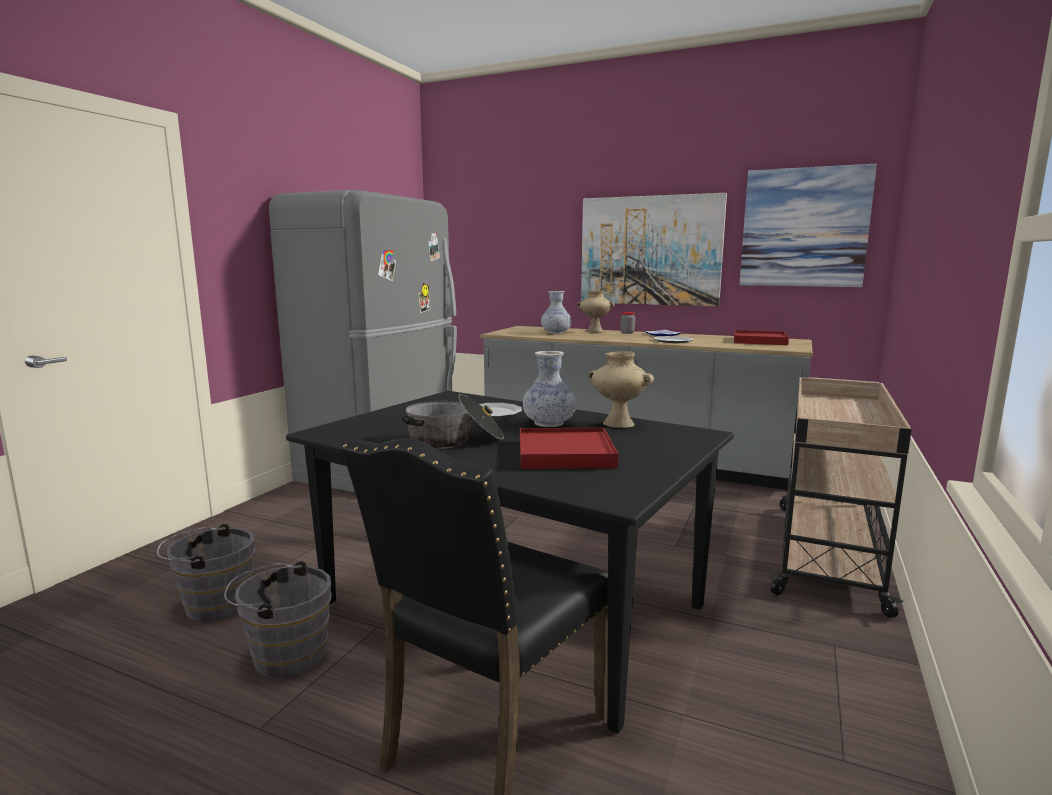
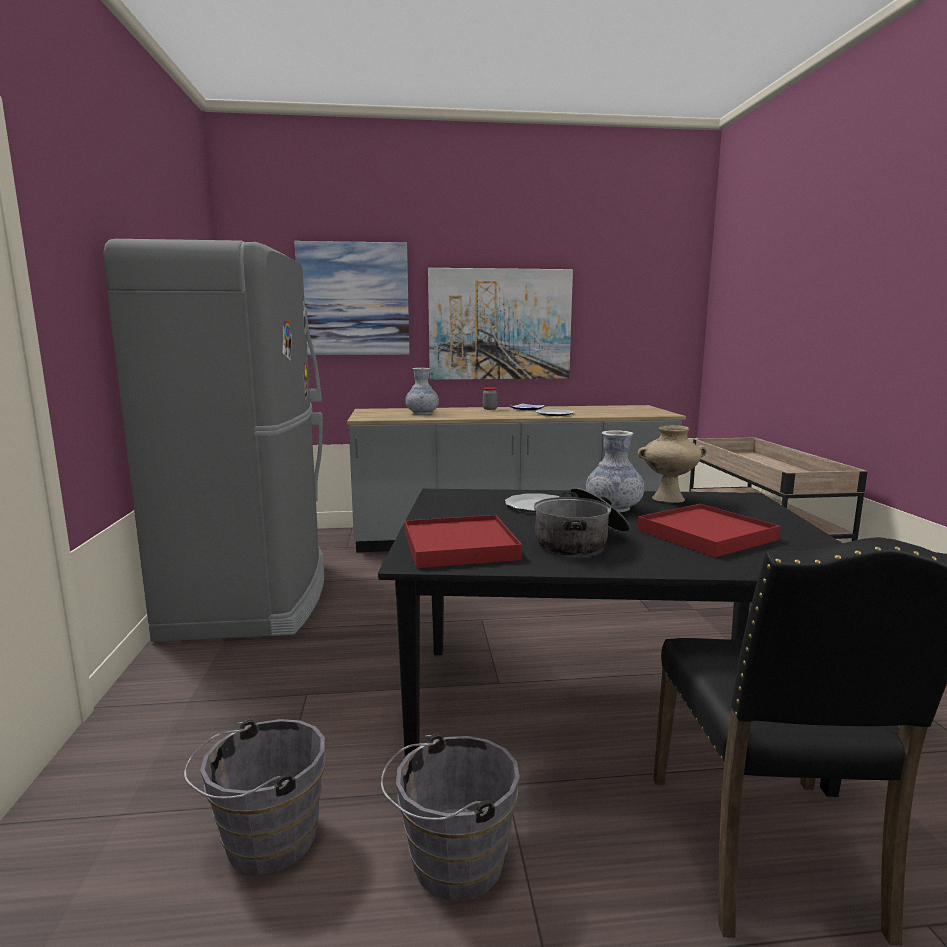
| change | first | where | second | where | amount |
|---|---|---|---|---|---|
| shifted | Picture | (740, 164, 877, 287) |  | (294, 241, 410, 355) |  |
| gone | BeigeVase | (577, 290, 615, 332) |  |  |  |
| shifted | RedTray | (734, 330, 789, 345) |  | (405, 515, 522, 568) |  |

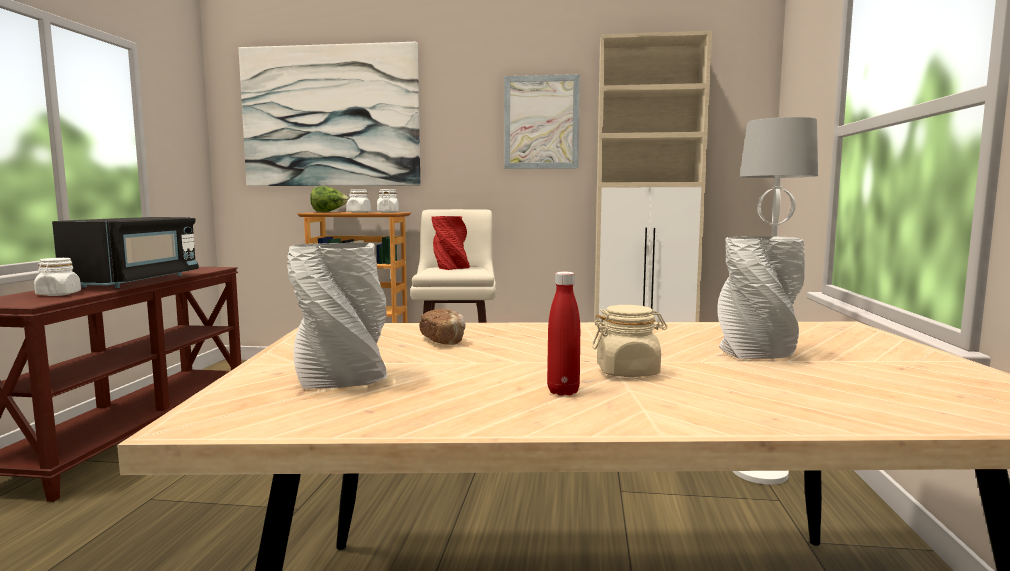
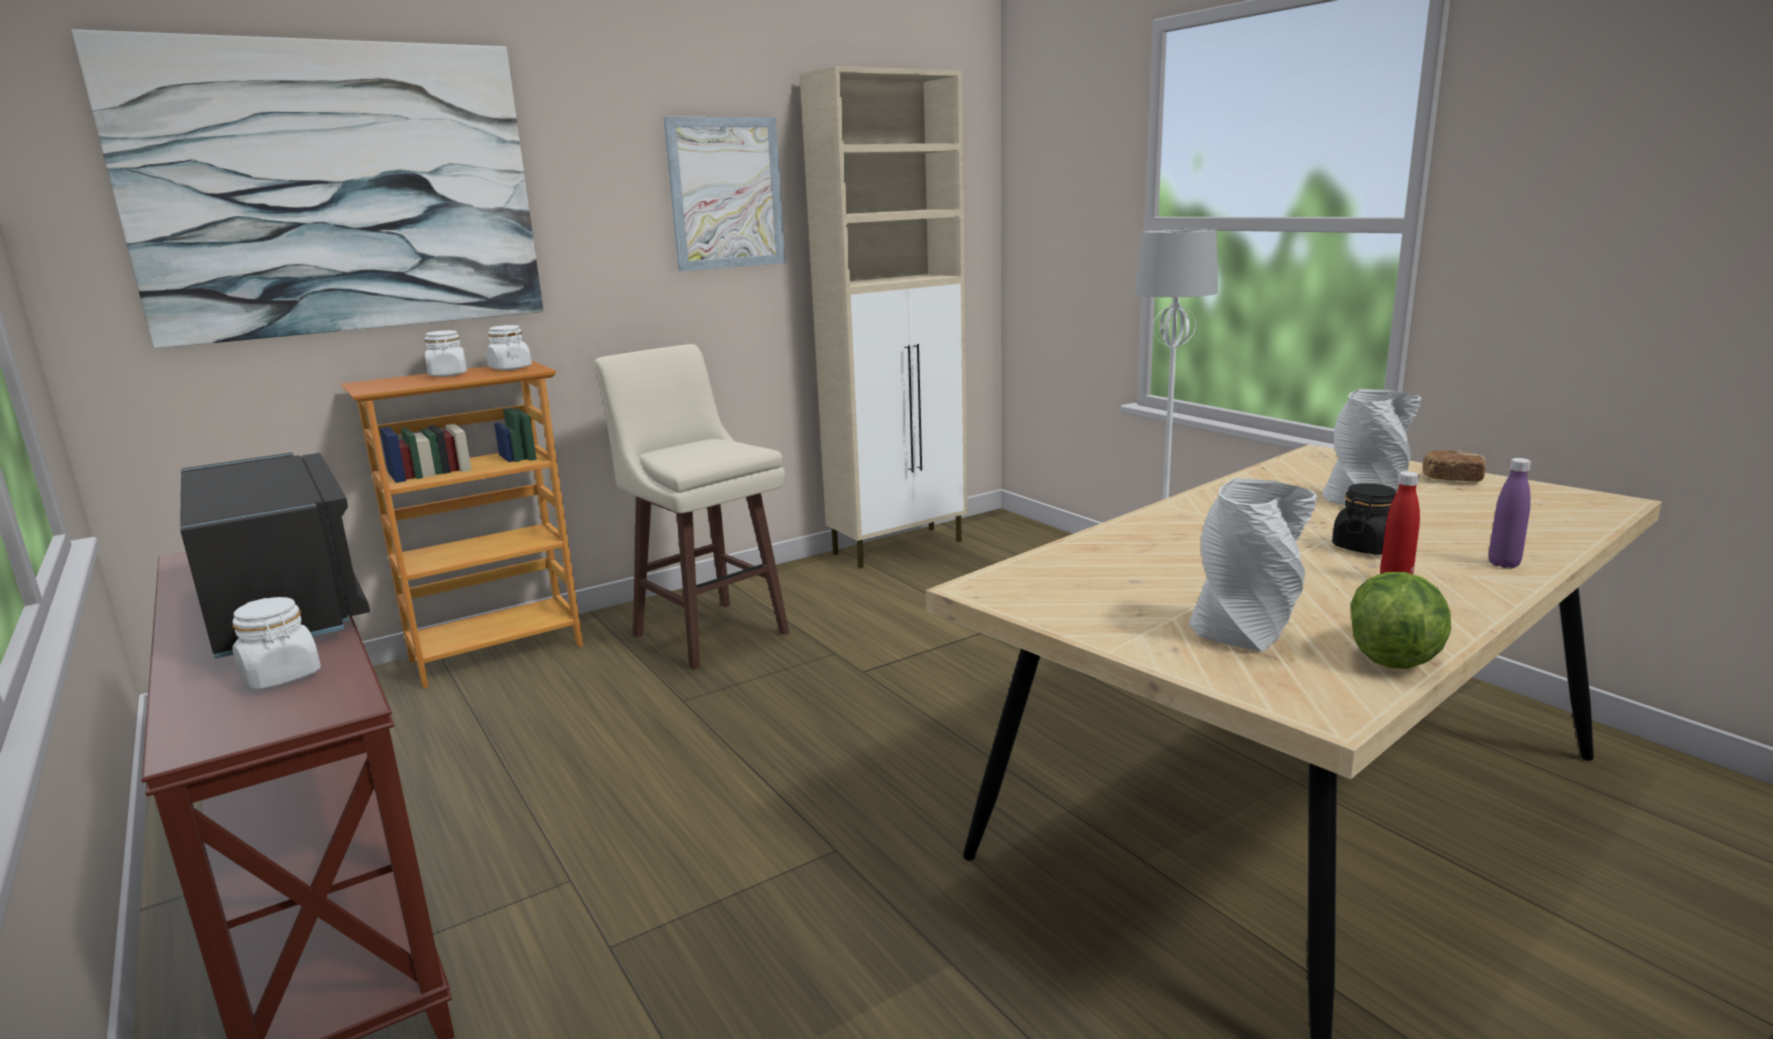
| change | first | where | second | where | amount |
|---|---|---|---|---|---|
| shifted | Lettuce | (310, 186, 349, 212) |  | (1351, 572, 1451, 669) |  |
| gone | RedVase | (431, 216, 470, 270) |  |  |  |
| repainted | BeigeJar | (592, 305, 667, 377) | BlackJar | (1332, 483, 1396, 554) |  |
| shifted | Bread | (419, 309, 466, 345) |  | (1423, 450, 1486, 482) |  |
| new |  |  | PurpleBottle | (1489, 458, 1531, 568) |  |

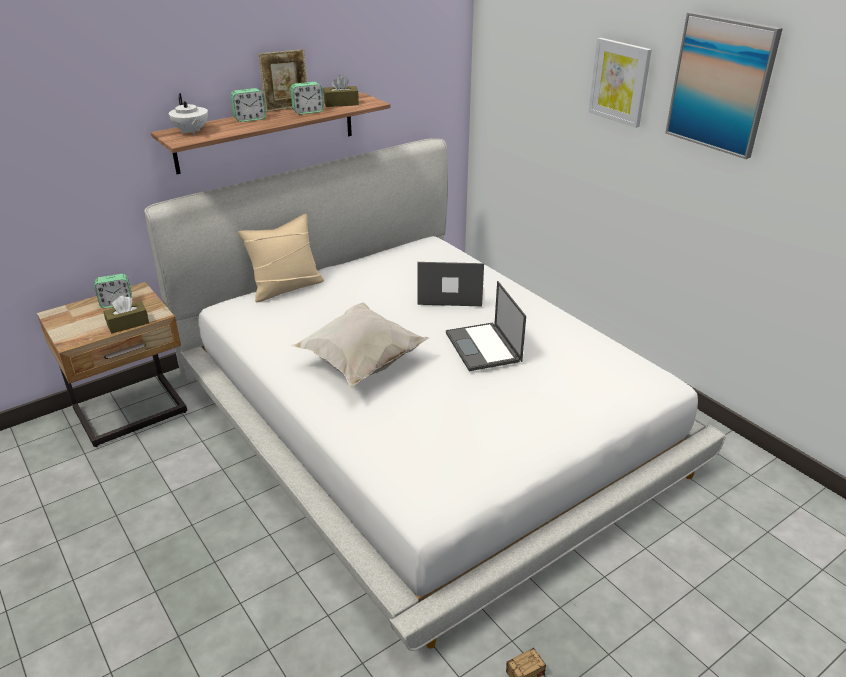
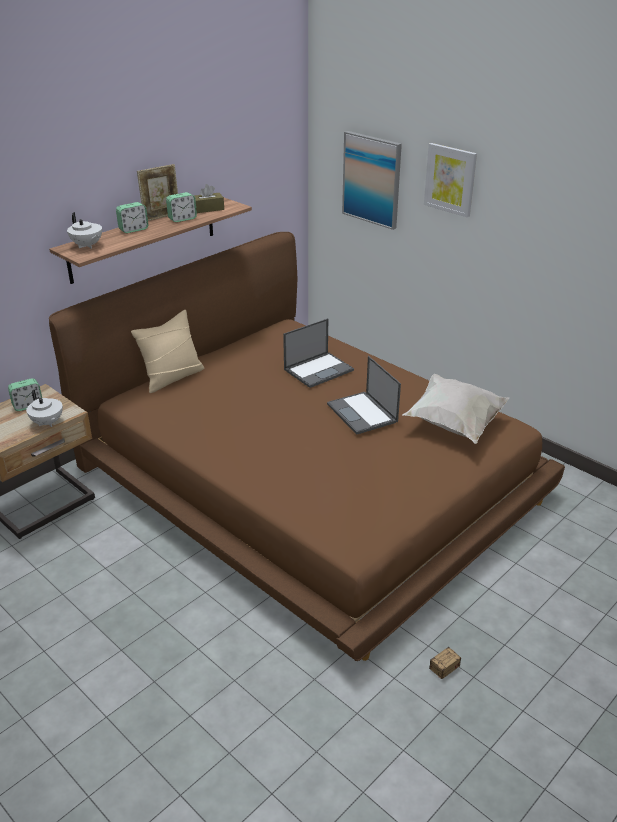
| change | first | where | second | where | amount |
|---|---|---|---|---|---|
| shifted | Picture | (665, 12, 783, 159) |  | (342, 131, 402, 230) |  |
| repainted | WhiteBed | (144, 139, 726, 651) | BrownBed | (49, 232, 565, 661) |  |
| rotated | Laptop | (417, 262, 484, 306) |  | (283, 318, 354, 388) | 150 degrees clockwise |
| swapped | BrownTissueBox | (103, 295, 149, 333) | WhiteTeapot | (26, 390, 63, 427) |  |
| shifted | WhitePillow | (290, 302, 429, 388) |  | (402, 374, 509, 444) |  |

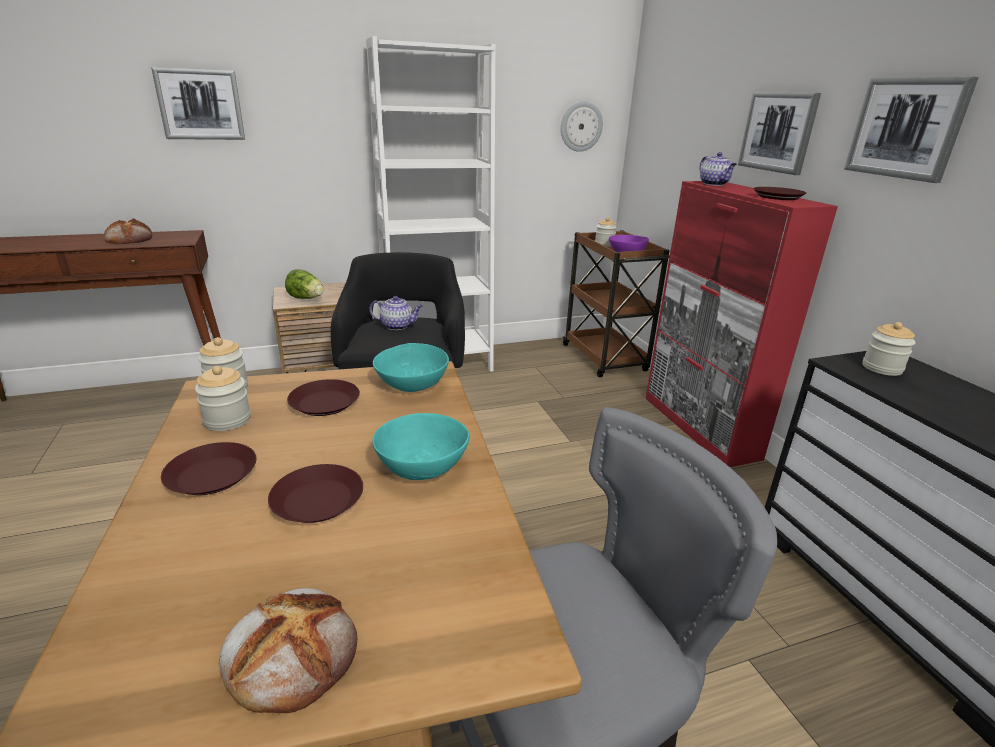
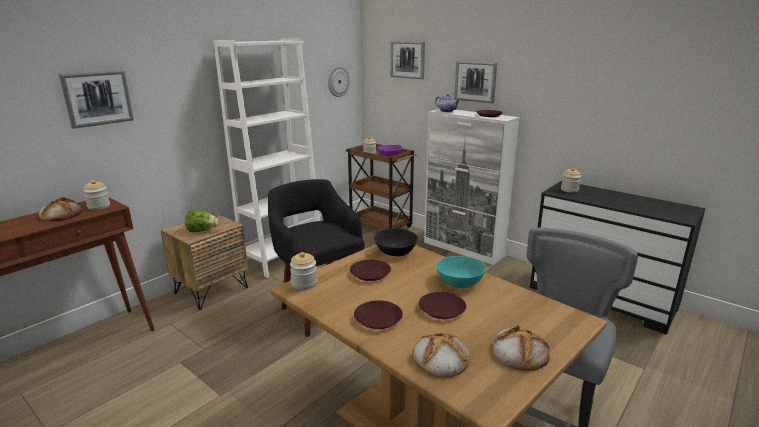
| change | first | where | second | where | amount |
|---|---|---|---|---|---|
| shifted | Picture | (844, 77, 979, 183) |  | (391, 41, 425, 79) |  |
| repainted | RedCabinet | (645, 181, 838, 467) | WhiteCabinet | (424, 109, 520, 265) |  |
| gone | Teapot | (369, 296, 423, 330) |  |  |  |
| repainted | TurquoiseBowl | (373, 343, 449, 392) | BlackBowl | (374, 229, 418, 256) |  |
| shifted | Jar | (195, 366, 251, 431) |  | (83, 180, 110, 210) |  |
| new |  |  | Bread | (412, 333, 470, 378) |  |

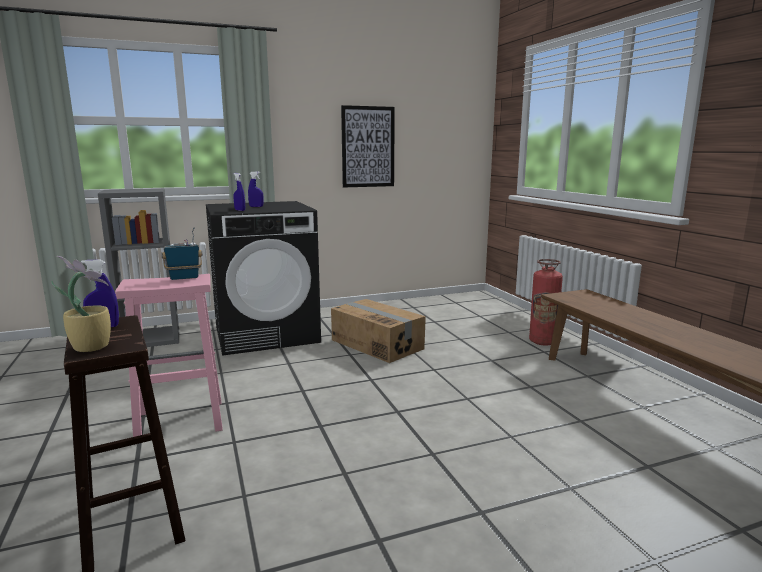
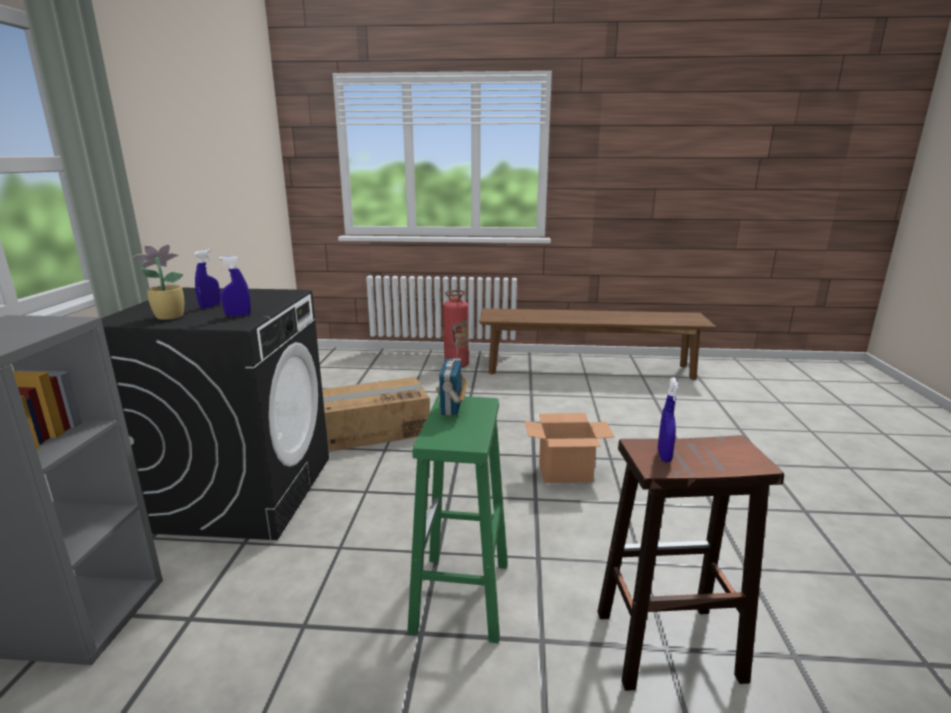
| change | first | where | second | where | amount |
|---|---|---|---|---|---|
| gone | Picture | (341, 105, 395, 188) |  |  |  |
| shifted | PottedPlant | (52, 256, 111, 352) |  | (132, 244, 184, 320) |  |
| repainted | PinkStool | (115, 274, 223, 437) | GreenStool | (407, 395, 508, 643) |  |
| new |  |  | CardboardBox | (524, 413, 615, 483) |  |

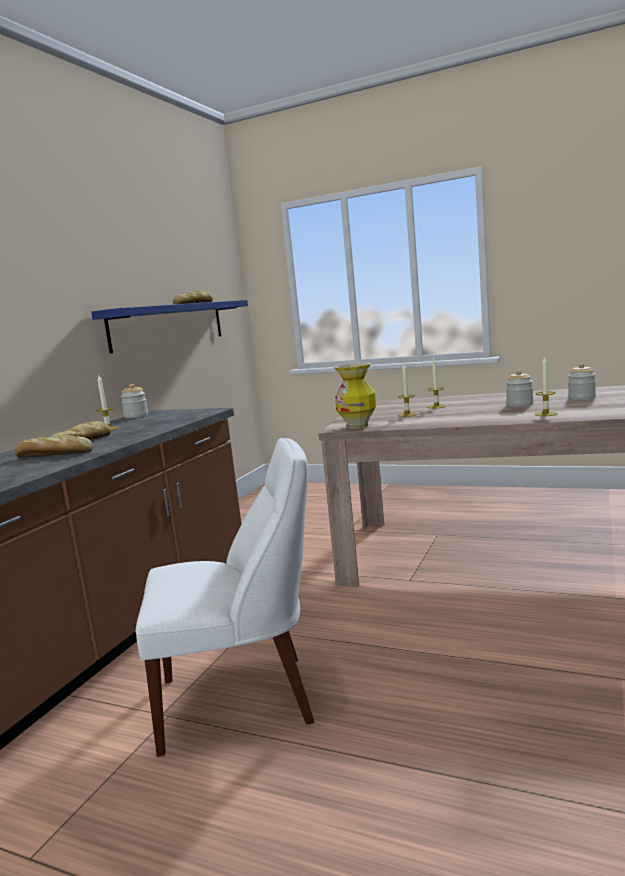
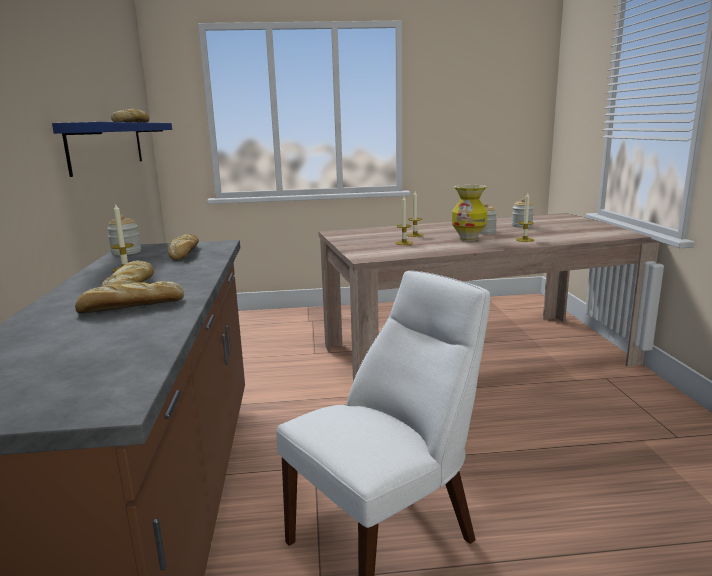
| change | first | where | second | where | amount |
|---|---|---|---|---|---|
| shifted | Vase | (334, 363, 376, 429) |  | (452, 185, 487, 241) |  |
| new |  |  | Bread | (168, 234, 199, 260) |  |

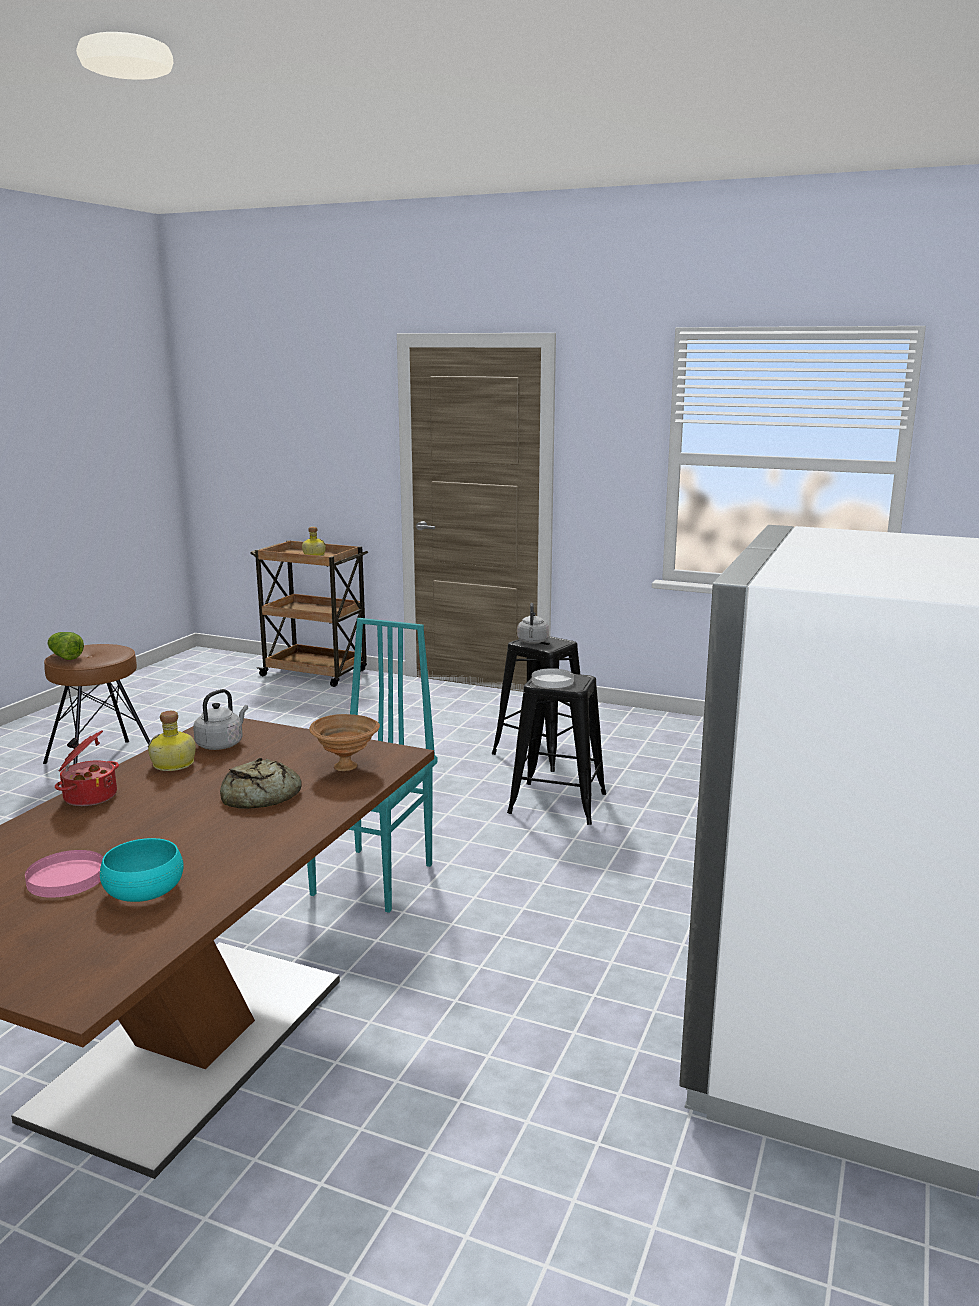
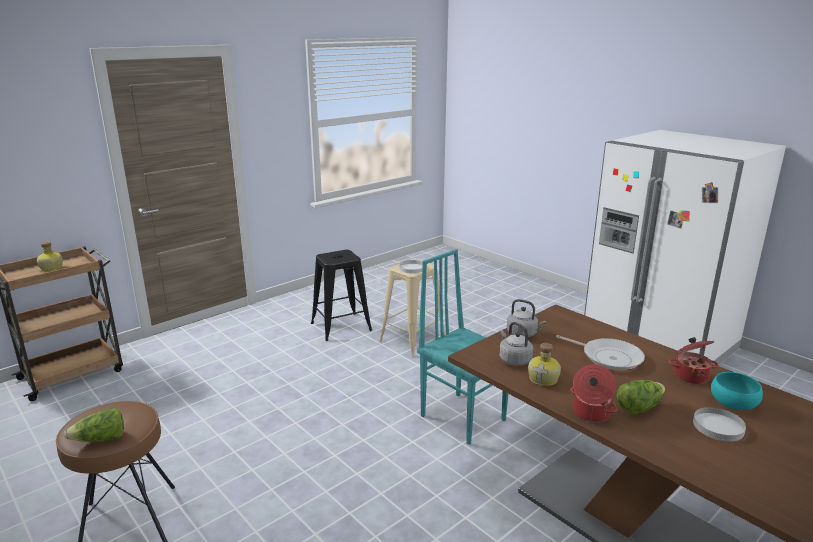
| change | first | where | second | where | amount |
|---|---|---|---|---|---|
| shifted | GreyKettle | (517, 603, 549, 644) |  | (507, 299, 546, 337) |  |
| repainted | BlackStool | (507, 674, 606, 825) | BeigeStool | (379, 259, 445, 356) |  |
| gone | BrownBowl | (309, 714, 380, 771) |  |  |  |
| swapped | Bread | (220, 758, 302, 809) | FryingPan | (556, 335, 645, 371) |  |
| repainted | PinkPlate | (25, 850, 103, 898) | WhitePlate | (693, 407, 746, 442) |  |
| new |  |  | CookingPot | (669, 337, 719, 384) |  |
| new |  |  | Lettuce | (616, 380, 665, 415) |  |

